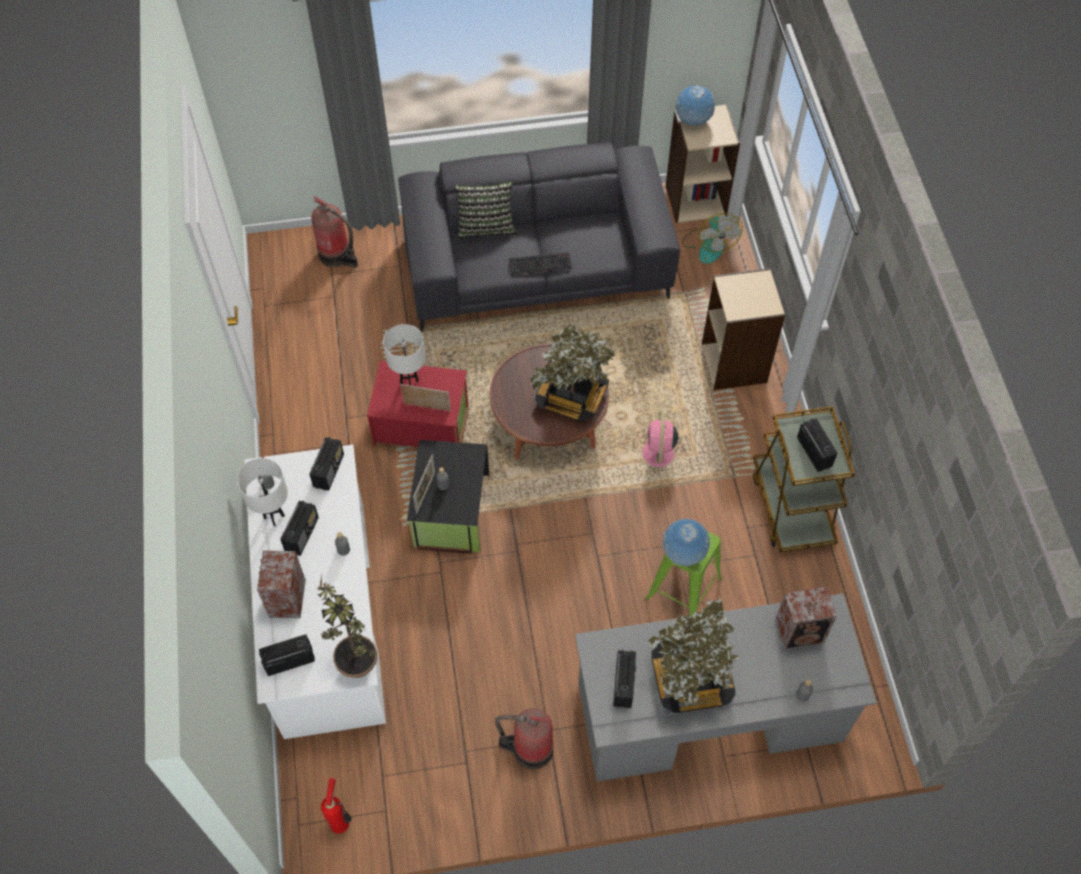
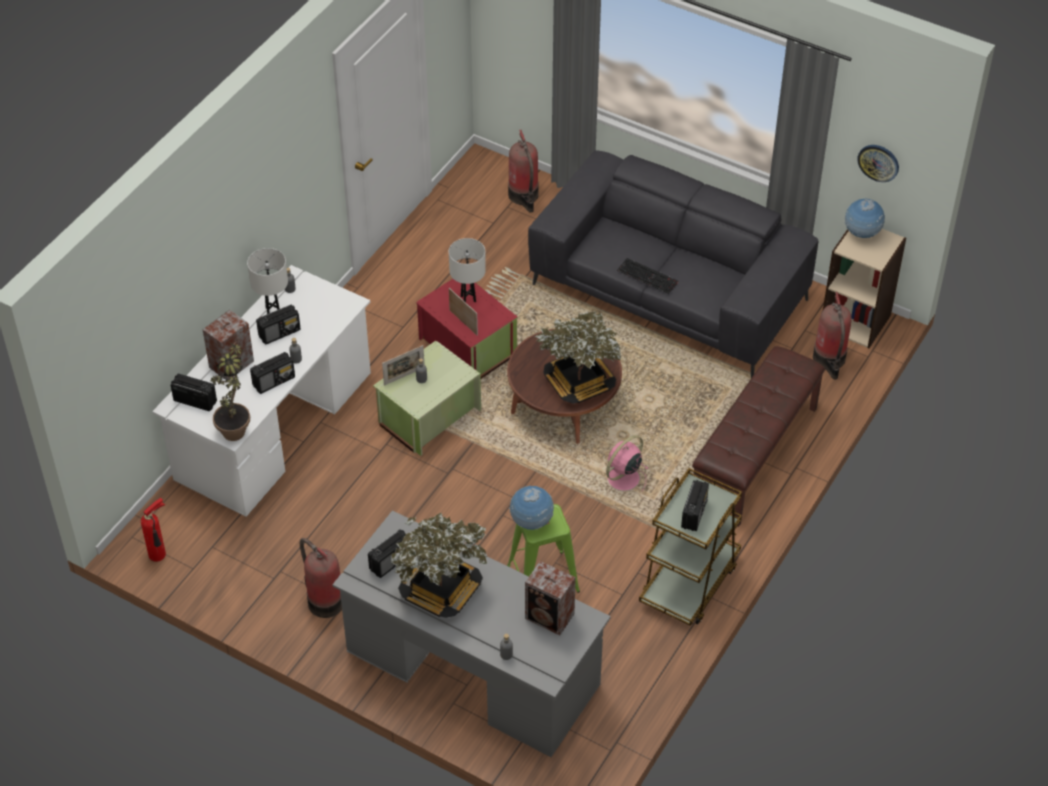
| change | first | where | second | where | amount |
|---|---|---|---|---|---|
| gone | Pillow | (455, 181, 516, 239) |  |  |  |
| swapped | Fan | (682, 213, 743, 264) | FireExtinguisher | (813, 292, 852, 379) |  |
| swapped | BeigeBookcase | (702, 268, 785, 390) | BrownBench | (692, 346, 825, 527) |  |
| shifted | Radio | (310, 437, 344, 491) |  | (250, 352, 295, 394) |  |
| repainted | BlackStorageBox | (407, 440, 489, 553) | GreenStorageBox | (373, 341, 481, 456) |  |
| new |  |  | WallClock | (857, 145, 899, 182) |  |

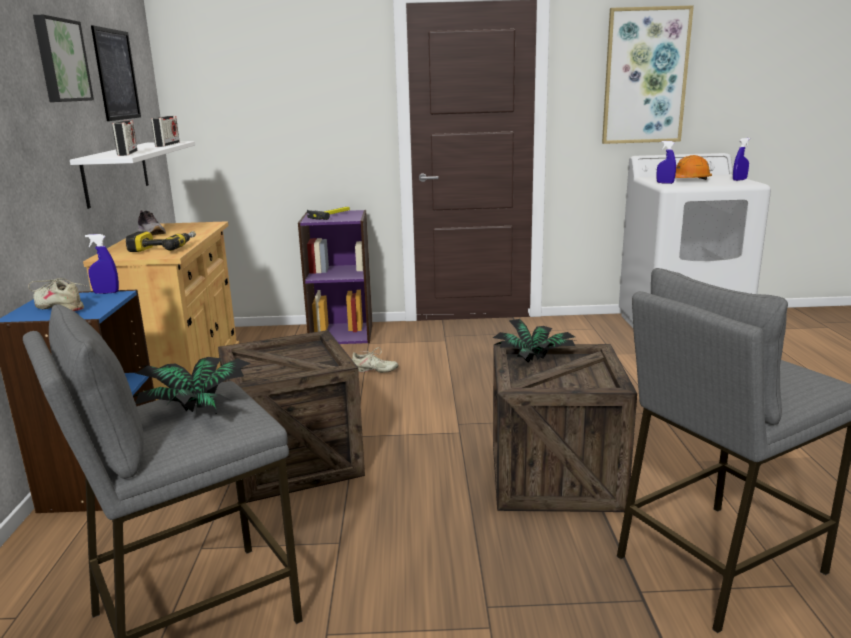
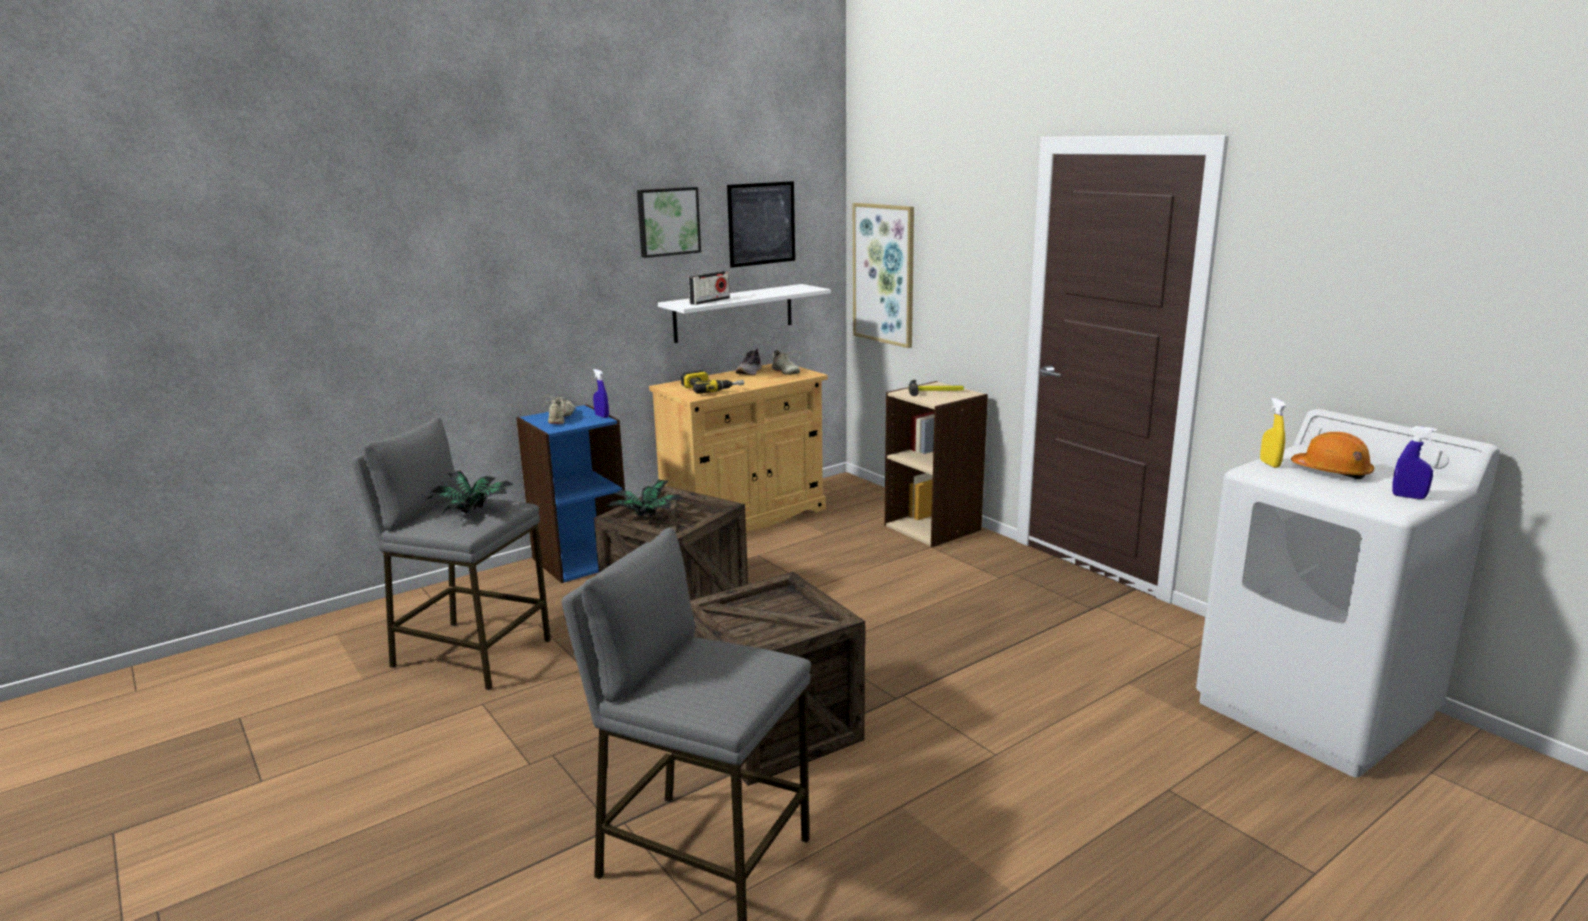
| change | first | where | second | where | amount |
|---|---|---|---|---|---|
| shifted | Picture | (602, 5, 694, 144) |  | (853, 203, 914, 348) |  |
| gone | Radio | (151, 116, 180, 147) |  |  |  |
| repainted | BlueSprayBottle | (656, 141, 676, 184) | YellowSprayBottle | (1260, 398, 1286, 468) |  |
| repainted | PurpleBookcase | (298, 210, 372, 344) | BeigeBookcase | (885, 381, 988, 547) |  |
| shifted | PottedPlant | (493, 318, 575, 363) |  | (606, 479, 683, 517) |  |
| shifted | BeigeShoe | (352, 347, 398, 373) |  | (767, 350, 801, 375) |  |

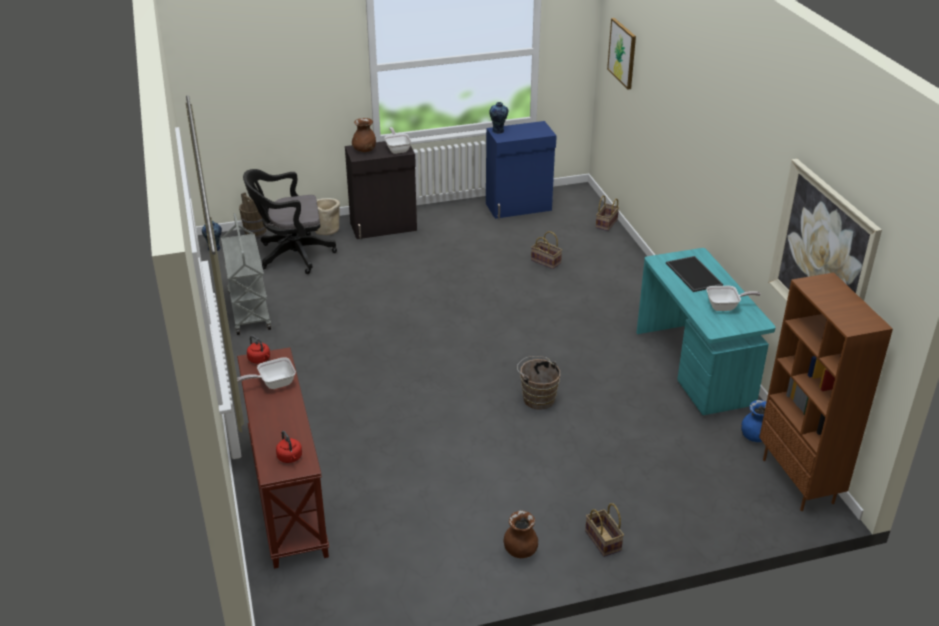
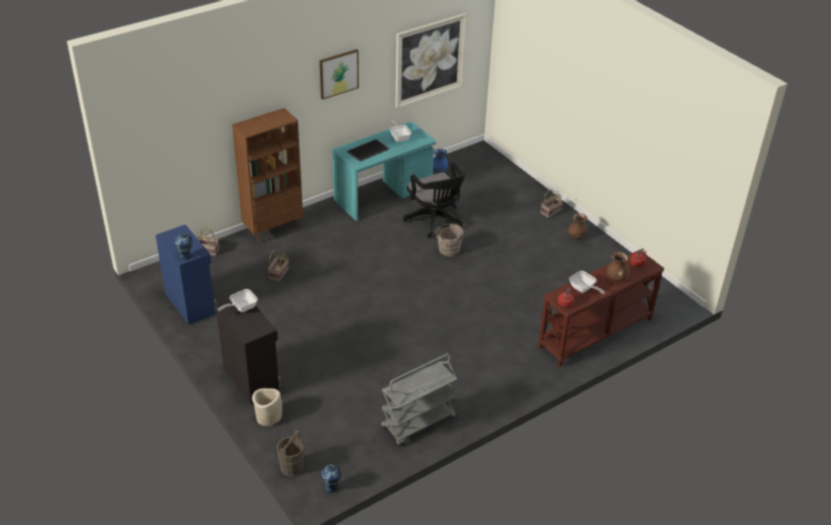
| change | first | where | second | where | amount |
|---|---|---|---|---|---|
| shifted | Picture | (607, 18, 636, 90) |  | (320, 49, 359, 100) |  |
| shifted | BrownVase | (352, 118, 376, 152) |  | (606, 252, 629, 282) |  |
| shifted | BlackOfficeChair | (243, 169, 337, 274) |  | (403, 162, 466, 238) |  |
| shifted | BrownBookcase | (759, 273, 893, 511) |  | (232, 108, 303, 243) |  |

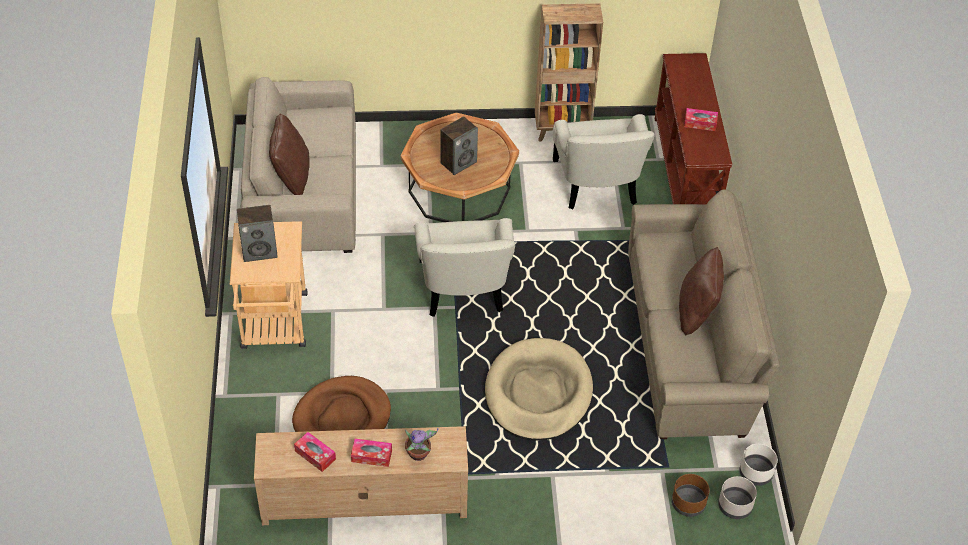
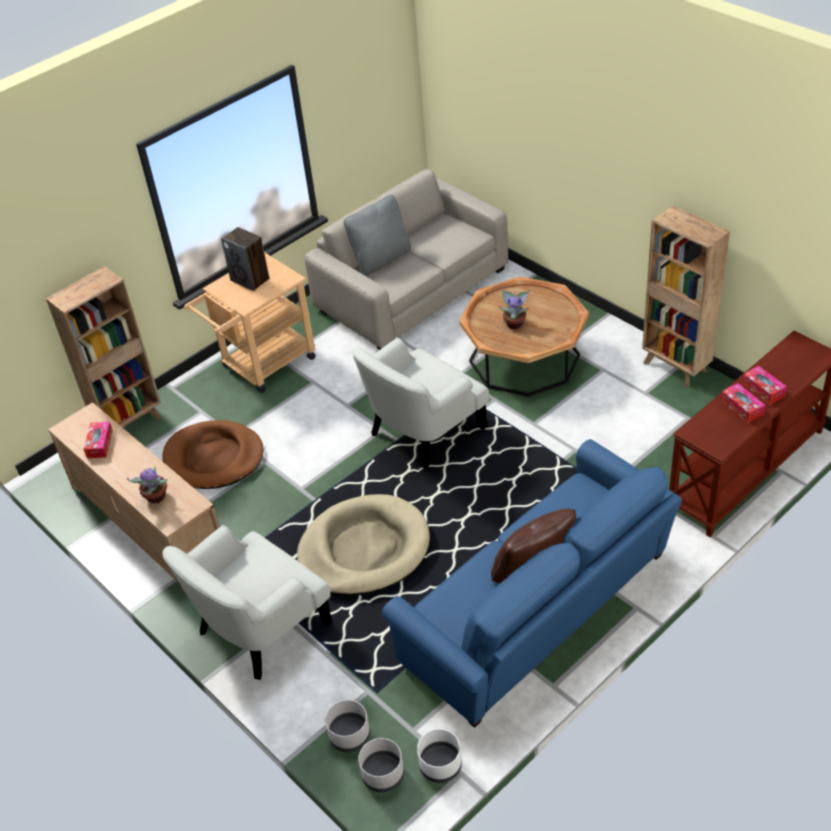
| change | first | where | second | where | amount |
|---|---|---|---|---|---|
| repainted | BrownPillow | (269, 113, 310, 195) | GreyPillow | (343, 195, 411, 276) |  |
| shifted | WhiteArmchair | (553, 114, 655, 209) |  | (162, 525, 332, 680) |  |
| swapped | Speaker | (440, 116, 478, 175) | PottedPlant | (499, 289, 530, 329) |  |
| repainted | BeigeSofa | (628, 189, 780, 439) | BlueSofa | (382, 439, 682, 728) |  |
| shifted | TissueBox | (351, 439, 392, 467) |  | (742, 366, 787, 405) |  |
| repainted | BrownPlanter | (672, 474, 710, 517) | GreyPlanter | (325, 700, 370, 752) |  |
| new |  |  | BrownBookcase | (46, 266, 161, 428) |  |

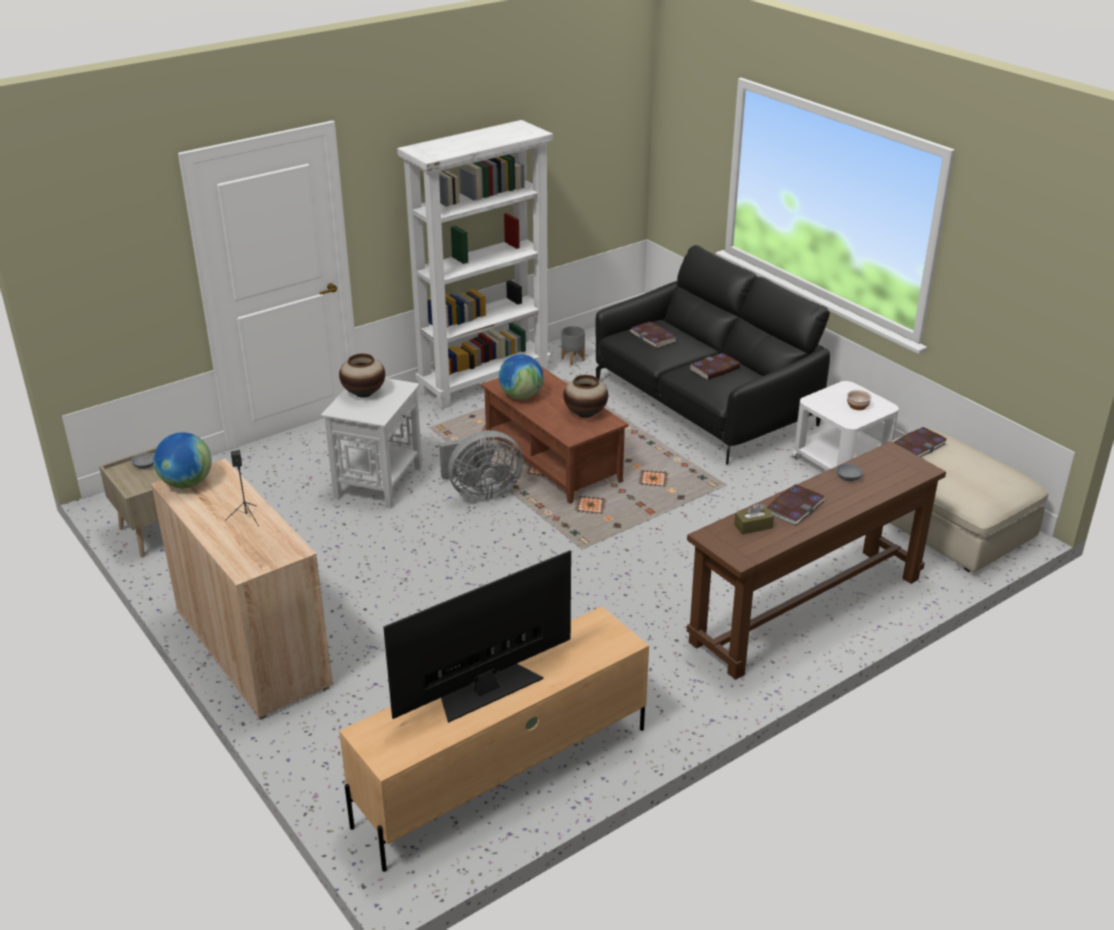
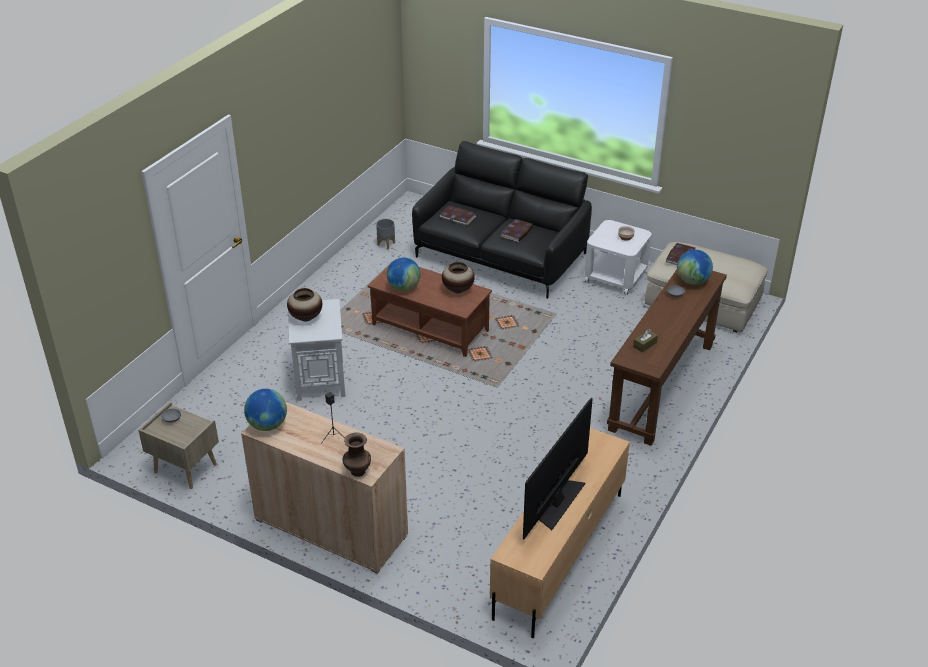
| change | first | where | second | where | amount |
|---|---|---|---|---|---|
| gone | WhiteBookcase | (397, 120, 553, 409) |  |  |  |
| gone | GreyFan | (439, 430, 523, 501) |  |  |  |
| gone | Book | (767, 484, 825, 526) |  |  |  |
| new |  |  | Globe | (677, 250, 713, 285) |  |
| new |  |  | BrownVase | (343, 433, 371, 477) |  |

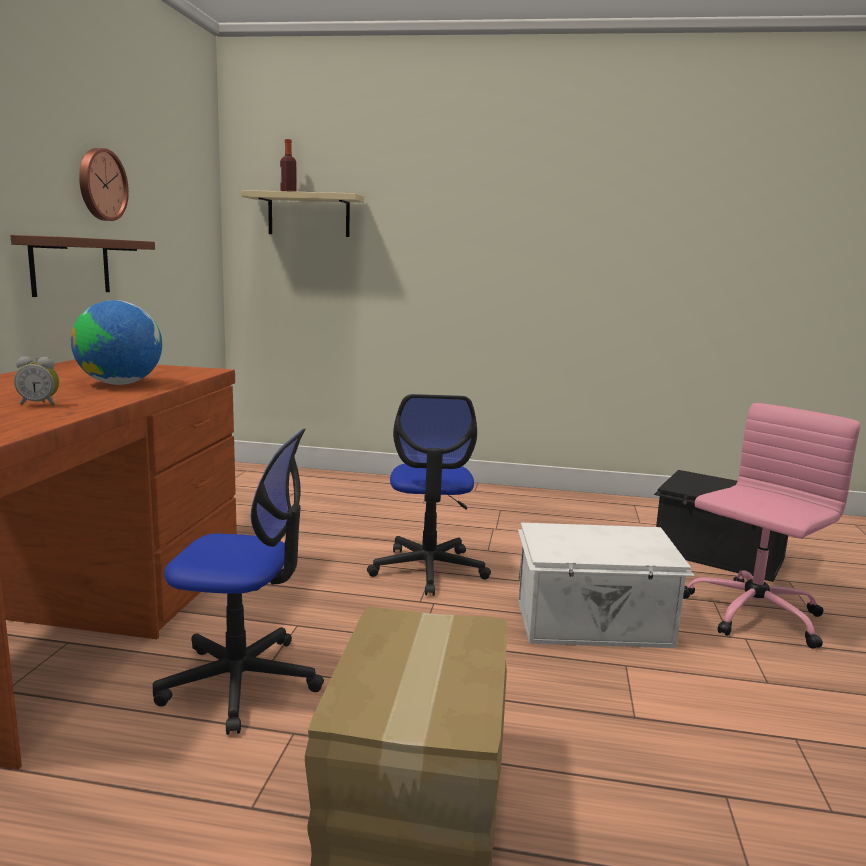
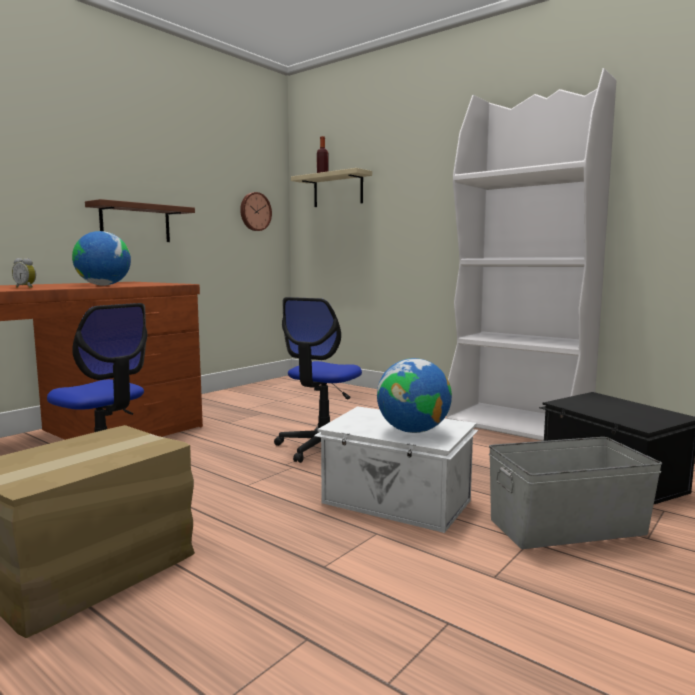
| change | first | where | second | where | amount |
|---|---|---|---|---|---|
| shifted | WallClock | (79, 148, 129, 221) |  | (240, 192, 272, 231) |  |
| swapped | PinkOfficeChair | (683, 403, 860, 649) | GreyStorageBox | (489, 437, 662, 549) |  |
| new |  |  | WhiteBookcase | (446, 68, 616, 441) |  |
| new |  |  | Globe | (377, 358, 452, 433) |  |

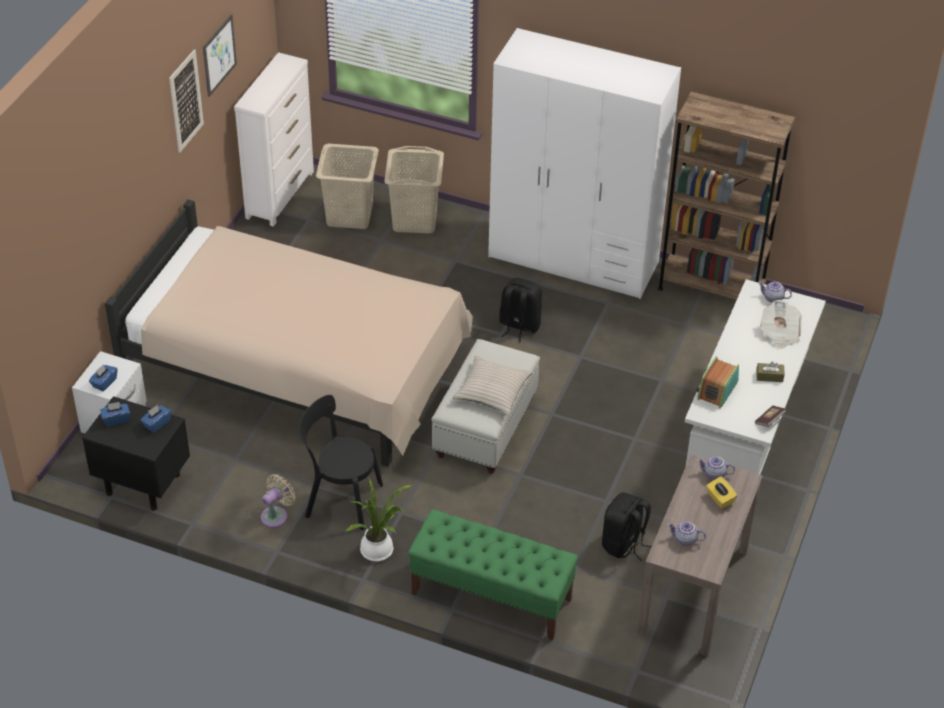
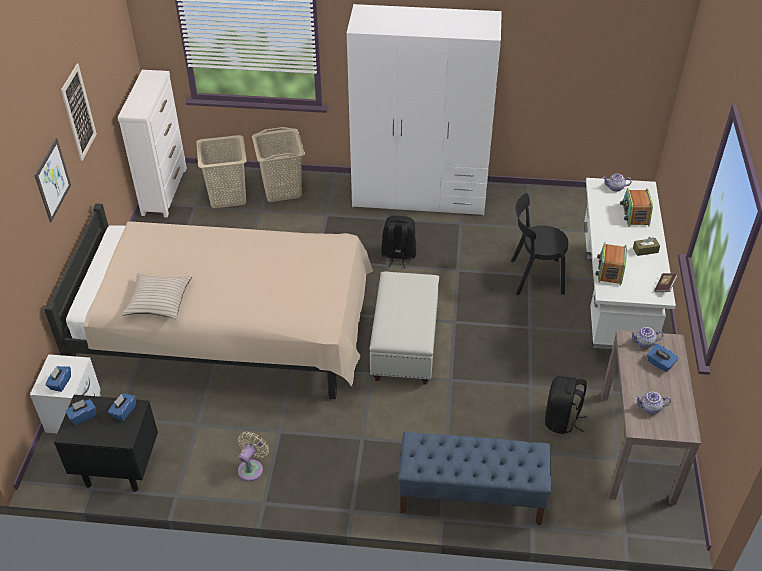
| change | first | where | second | where | amount |
|---|---|---|---|---|---|
| shifted | Picture | (203, 14, 237, 97) |  | (35, 138, 71, 222) |  |
| gone | BrownBookcase | (658, 92, 795, 300) |  |  |  |
| swapped | Newspaper | (760, 300, 802, 350) | Radio | (620, 188, 653, 227) |  |
| shifted | BeigePillow | (452, 356, 533, 415) |  | (122, 273, 192, 319) |  |
| shifted | BlackChair | (299, 395, 383, 530) |  | (511, 193, 569, 295) |  |
| repainted | YellowTissueBox | (707, 476, 737, 508) | BlueTissueBox | (647, 344, 678, 372) |  |
| gone | PottedPlant | (346, 479, 413, 561) |  |  |  |
| repainted | GreenBench | (408, 509, 578, 640) | BlueBench | (398, 432, 551, 525) |  |

